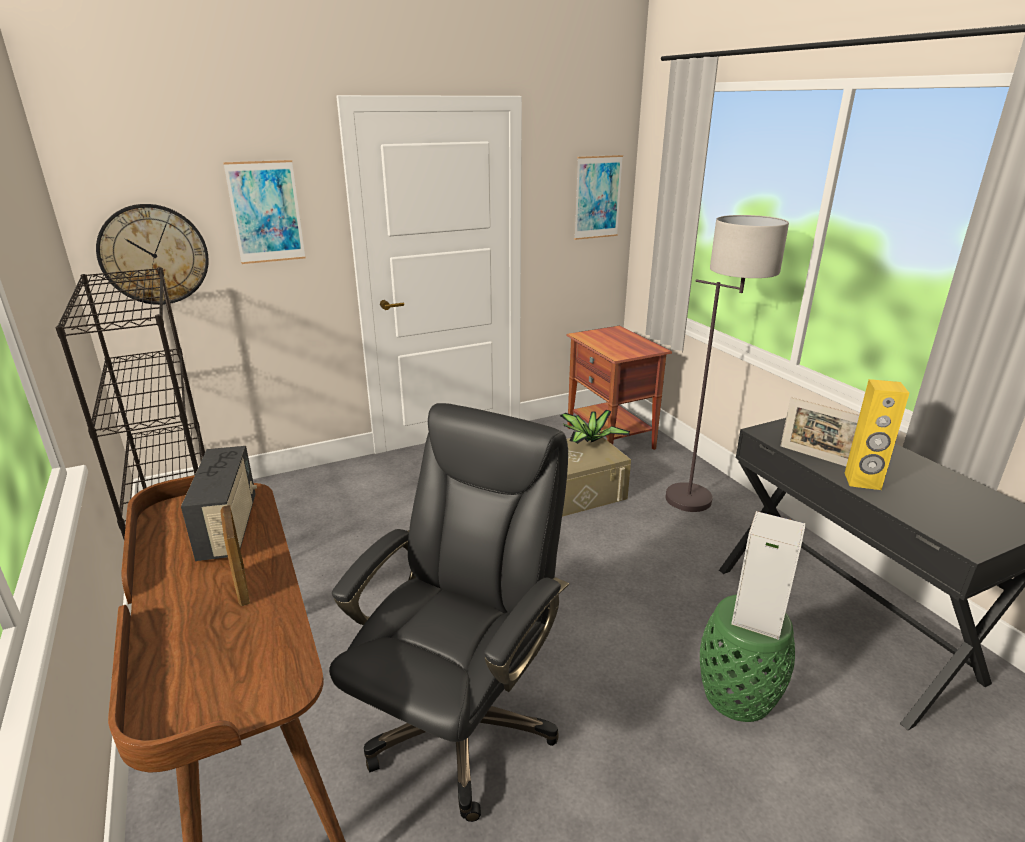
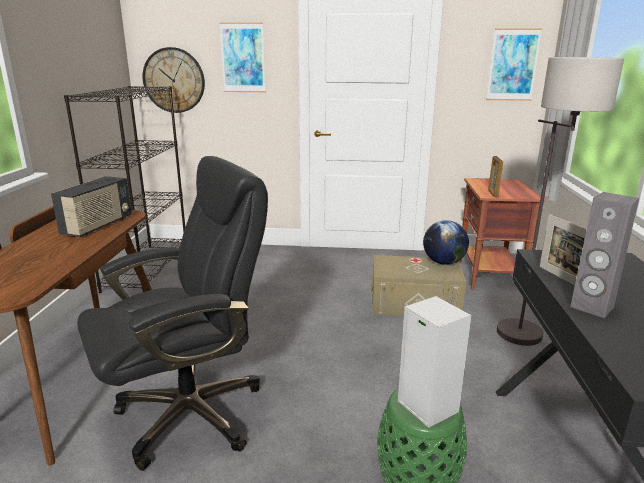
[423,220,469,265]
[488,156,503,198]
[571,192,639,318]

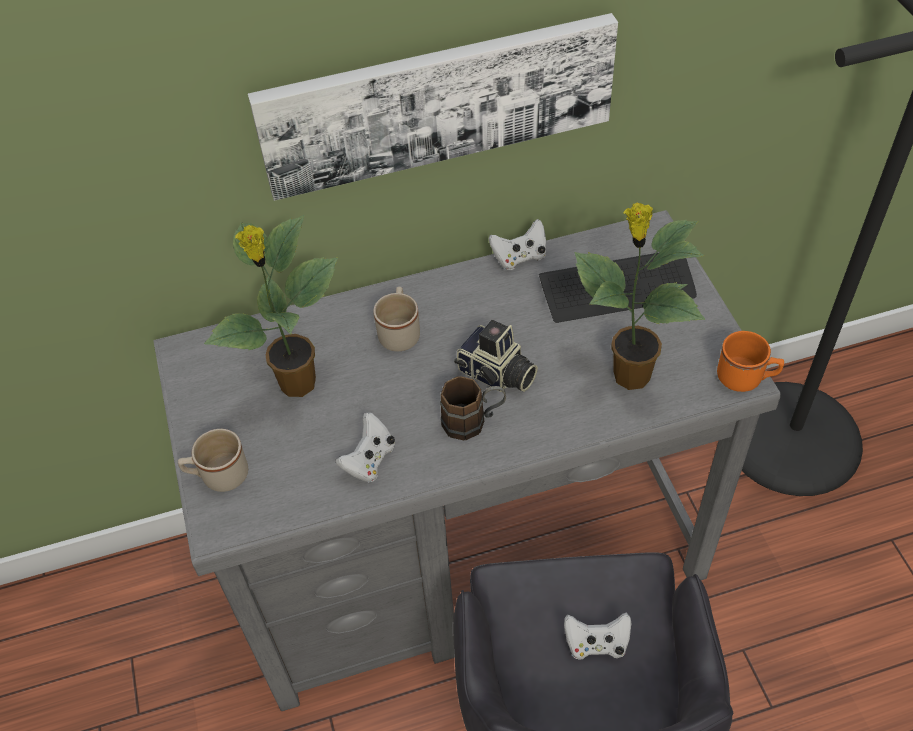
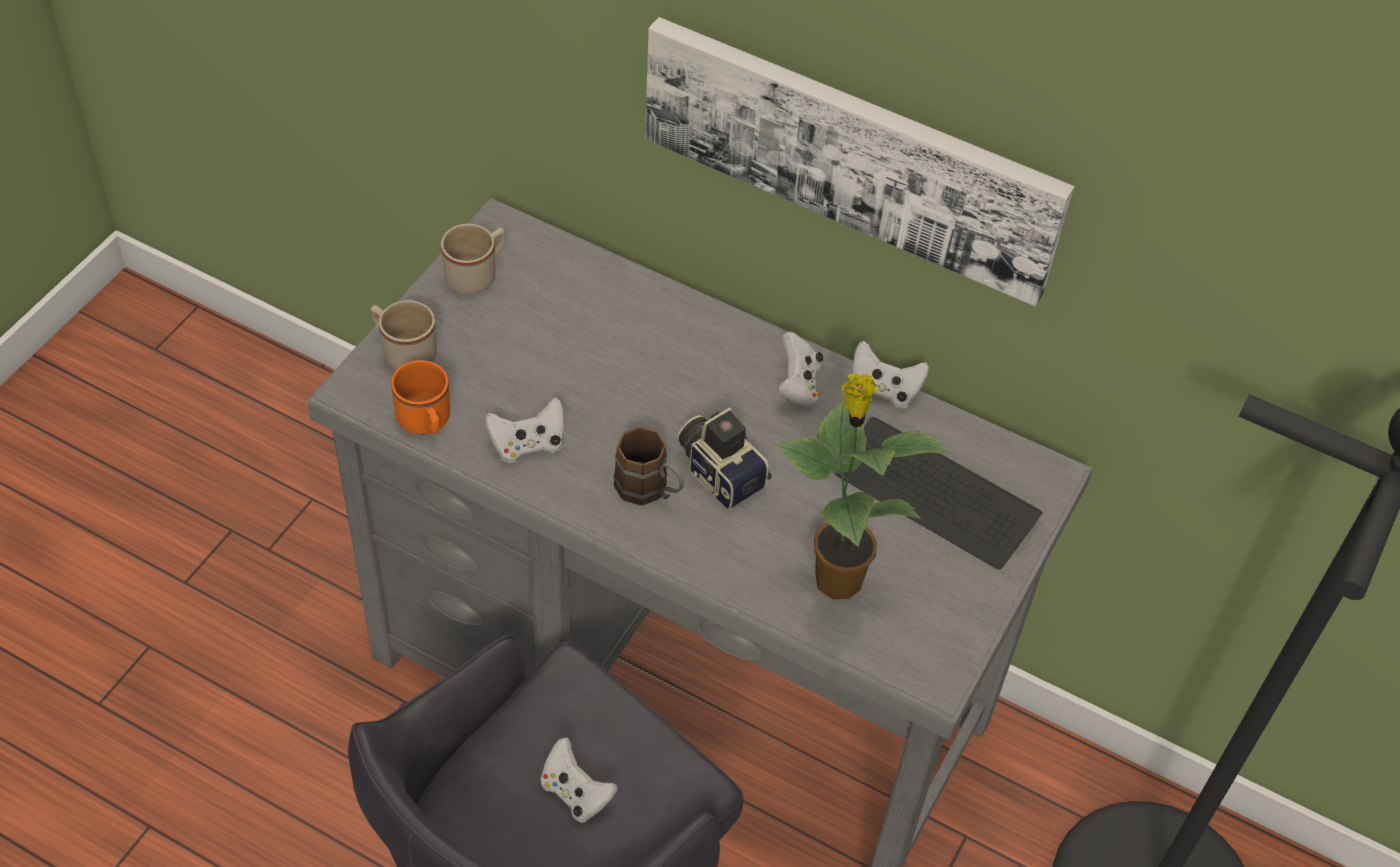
[391,360,450,434]
[441,224,505,294]
[677,407,772,510]
[778,332,823,407]
[204,215,338,397] (first image)

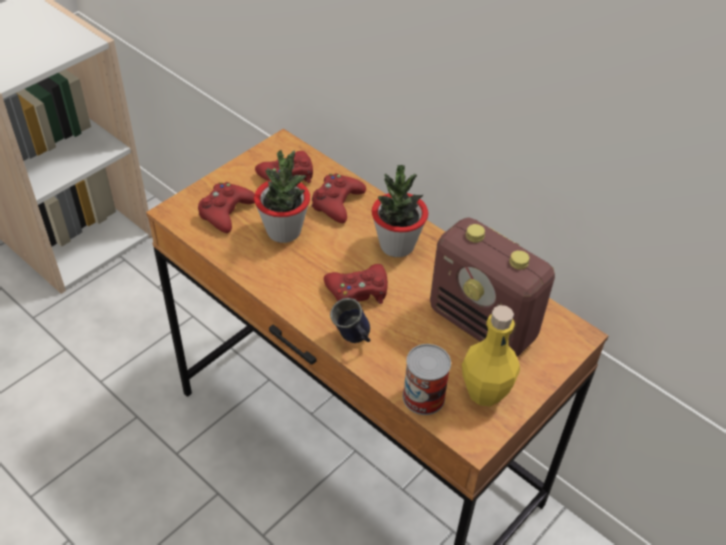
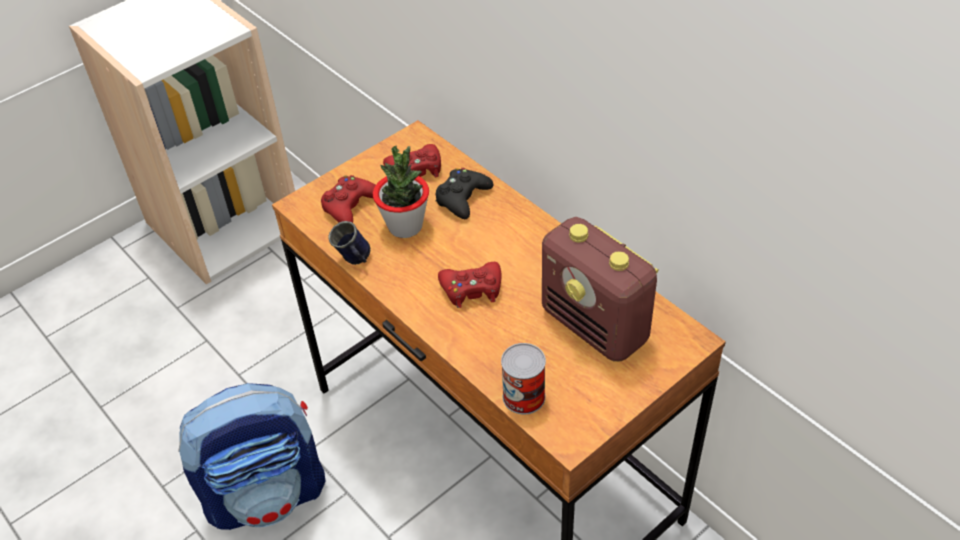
[178,383,325,530]
[328,221,370,265]
[435,168,493,219]
[372,165,428,257] (first image)
[462,305,520,406] (first image)

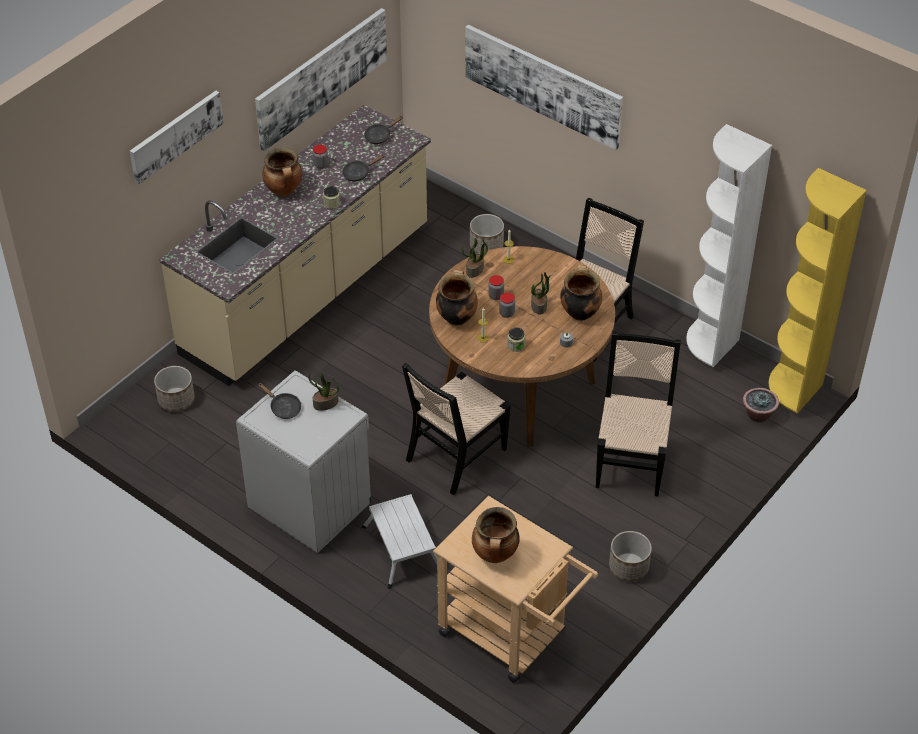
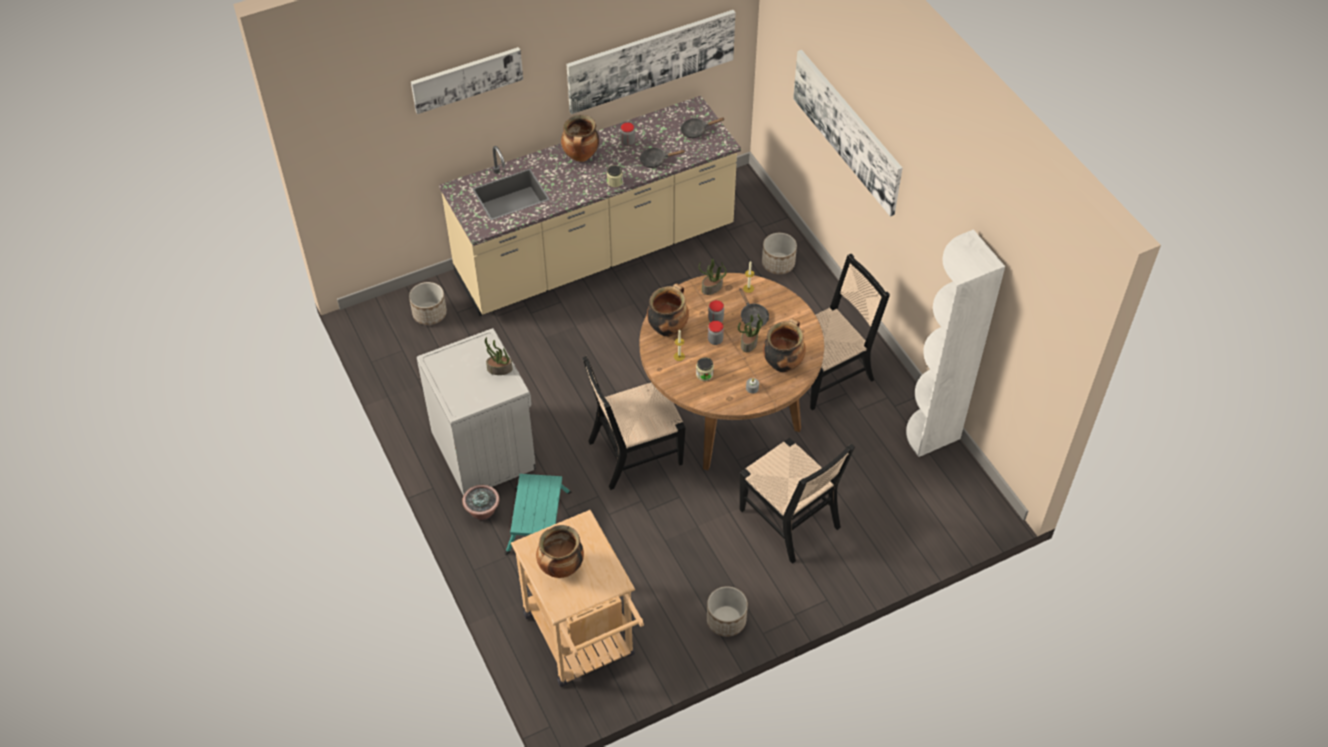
[462,485,500,520]
[504,474,572,555]
[739,288,769,328]
[740,438,855,564]
[769,168,867,414] (first image)

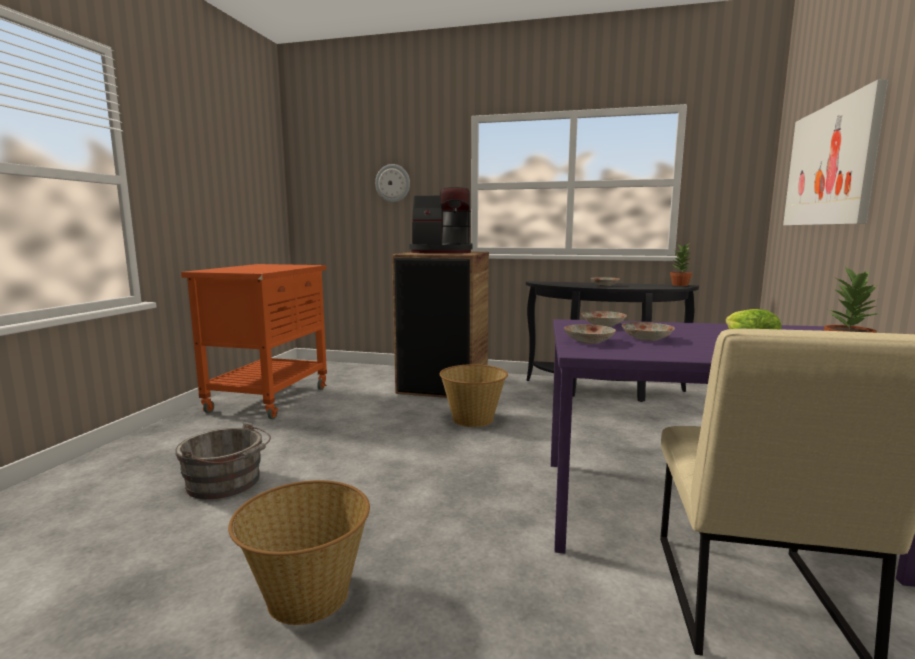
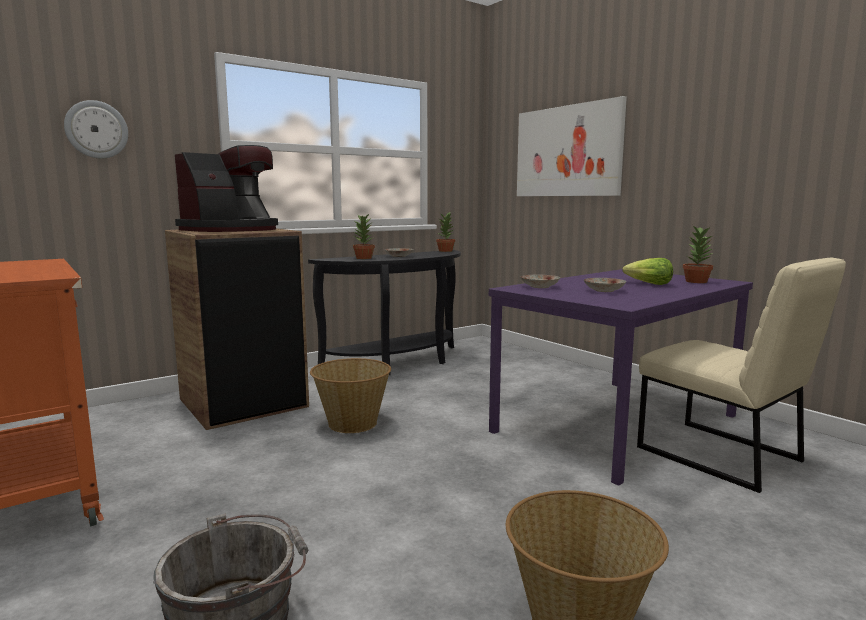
[353,213,375,259]
[564,324,616,344] (first image)

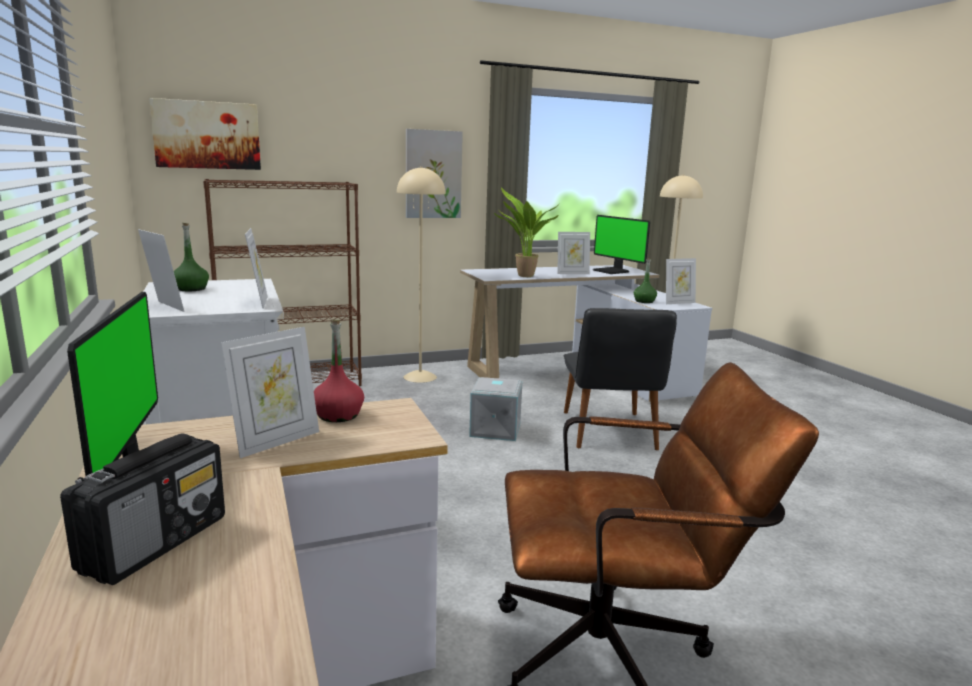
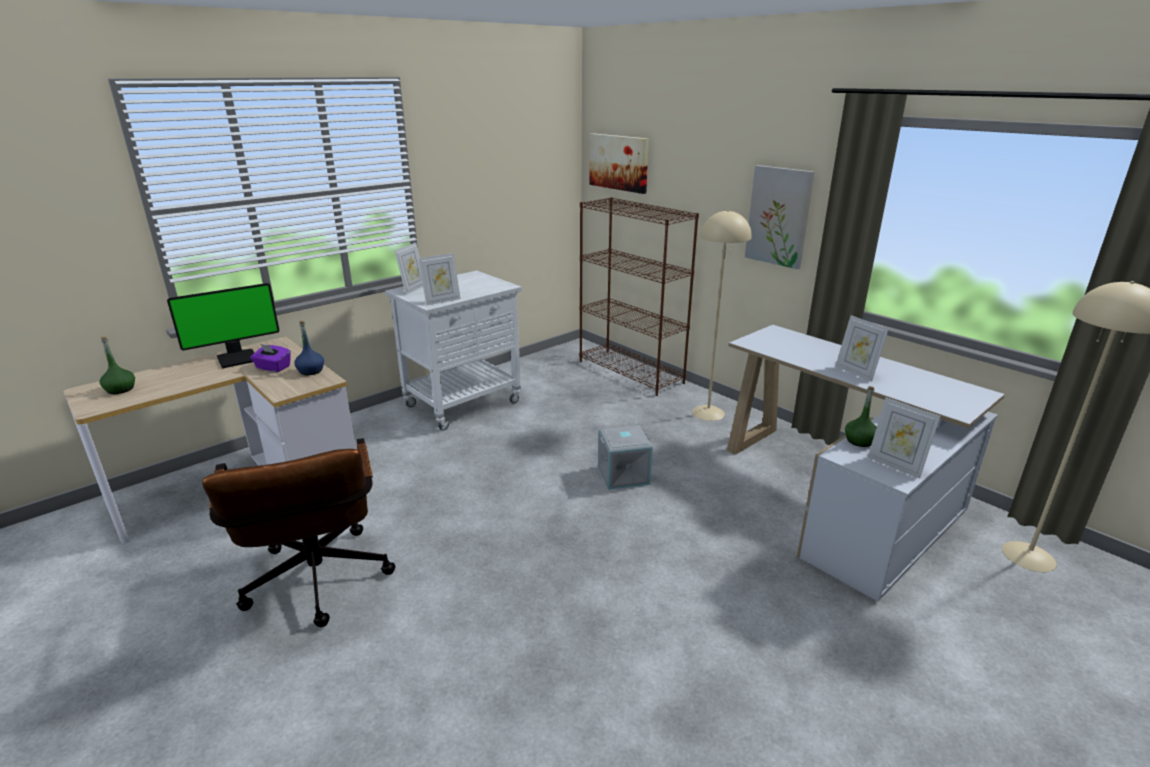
[100,336,135,394]
[250,344,291,372]
[294,321,324,375]
[60,434,225,585] (first image)
[494,187,560,277] (first image)
[564,308,677,450] (first image)
[593,215,650,274] (first image)

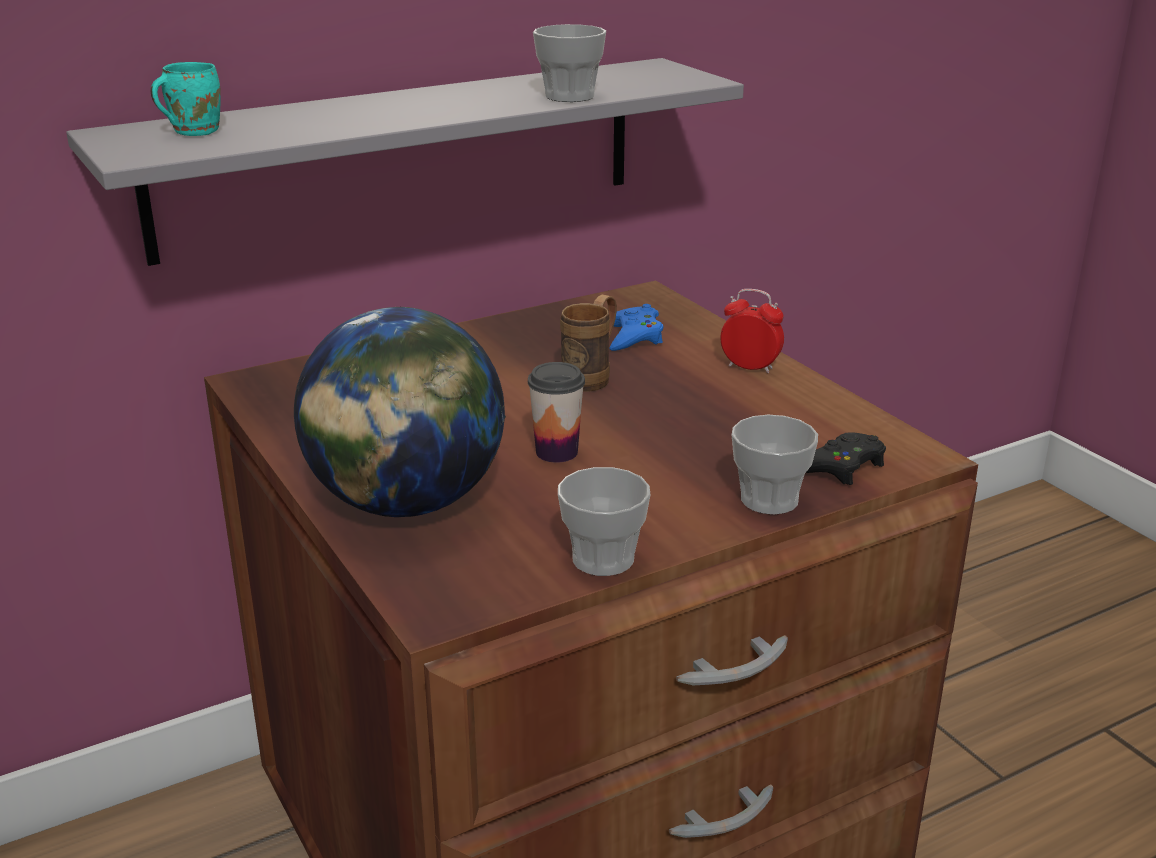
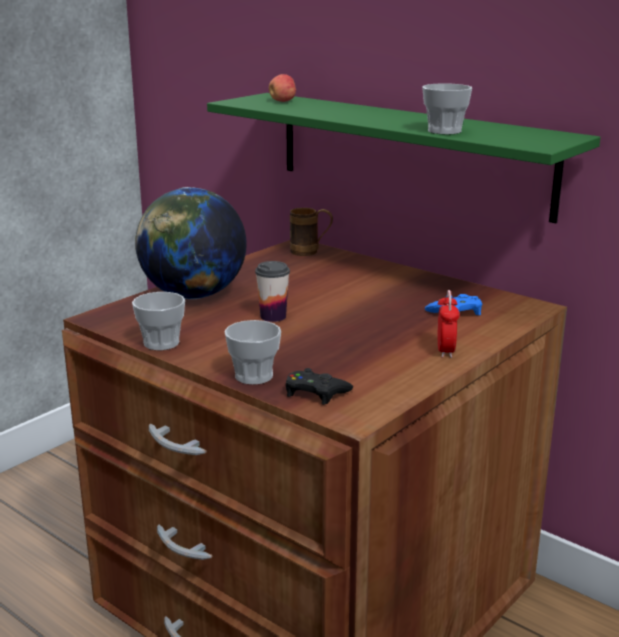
[207,93,601,223]
[269,74,296,102]
[290,208,333,256]

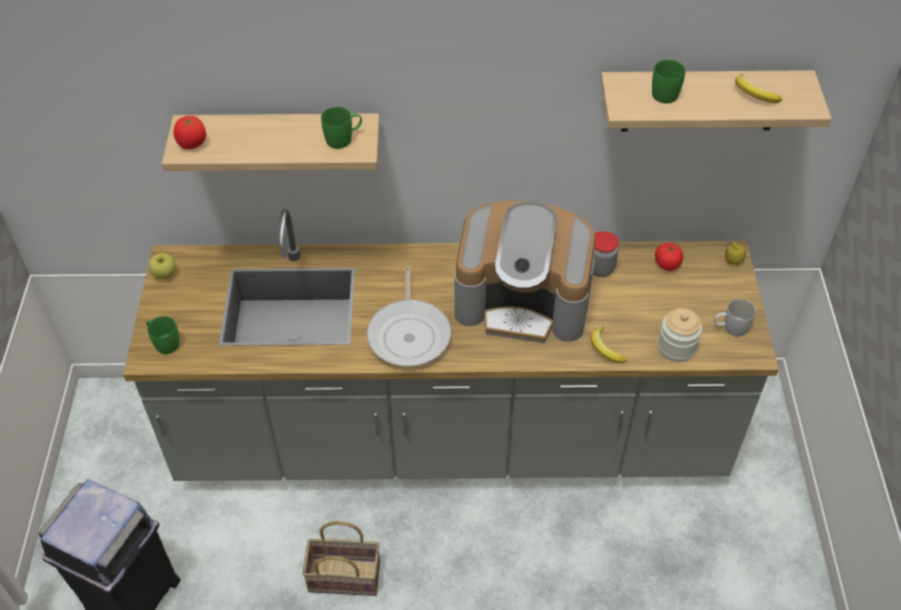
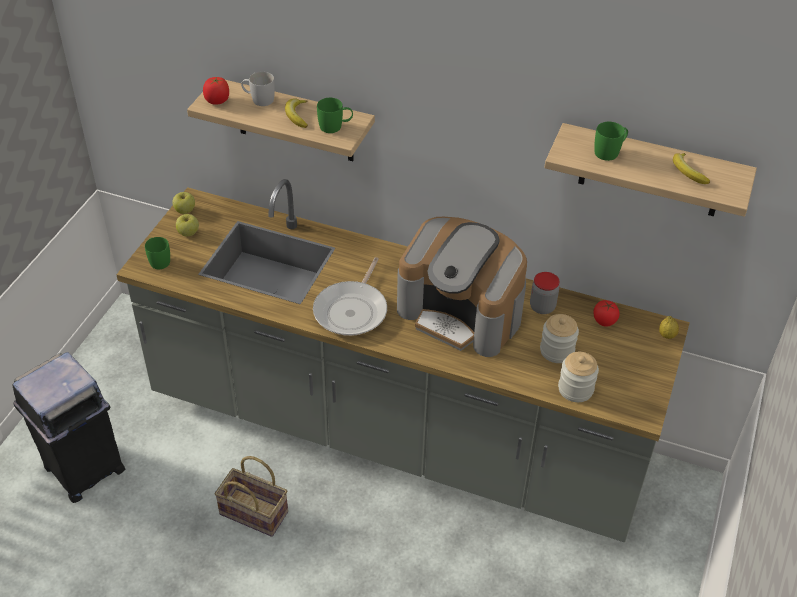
[176,214,199,237]
[241,71,275,106]
[285,98,308,128]
[540,314,579,363]

